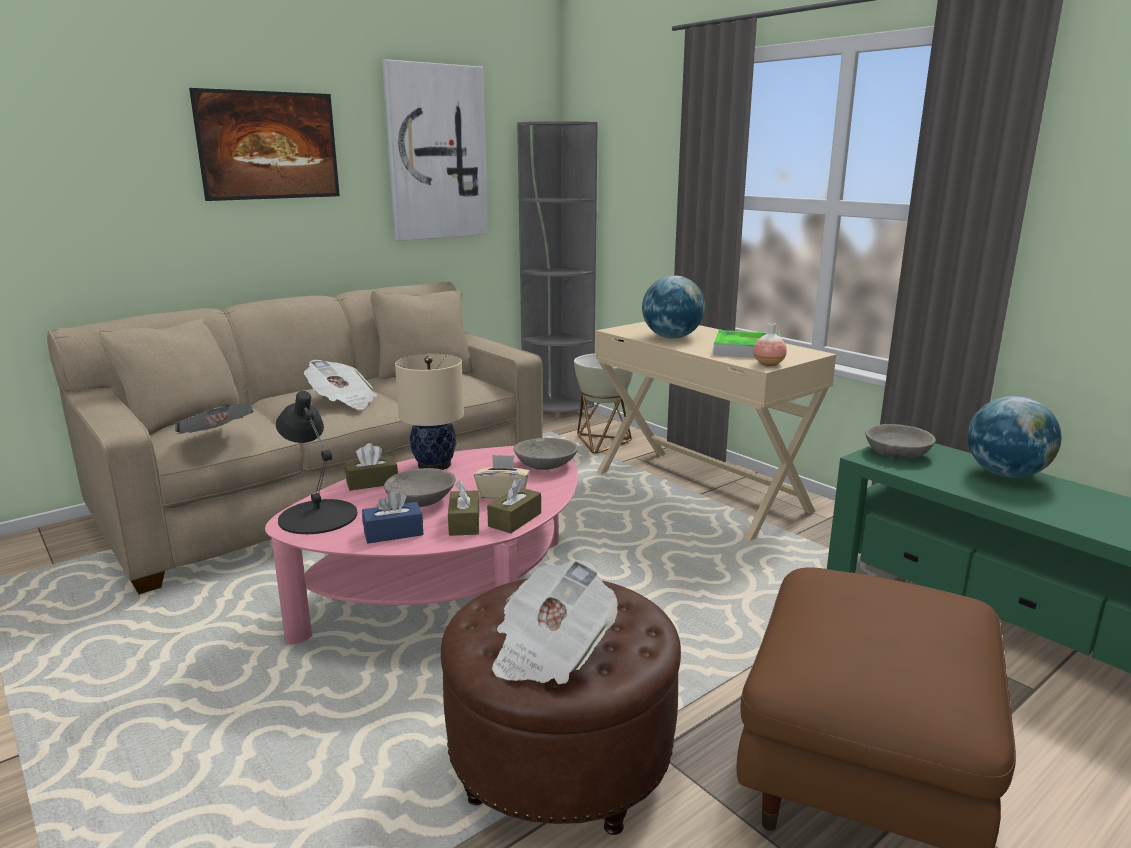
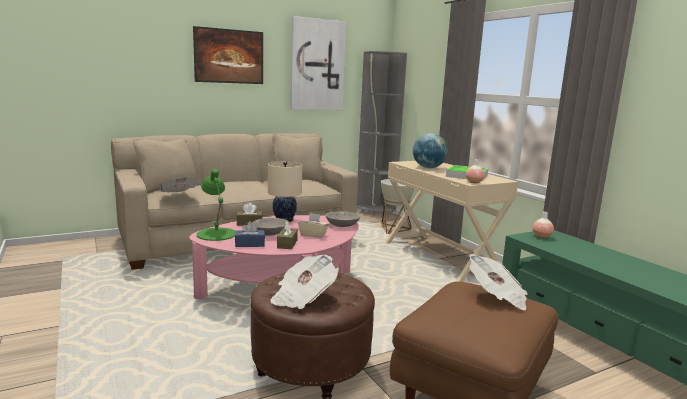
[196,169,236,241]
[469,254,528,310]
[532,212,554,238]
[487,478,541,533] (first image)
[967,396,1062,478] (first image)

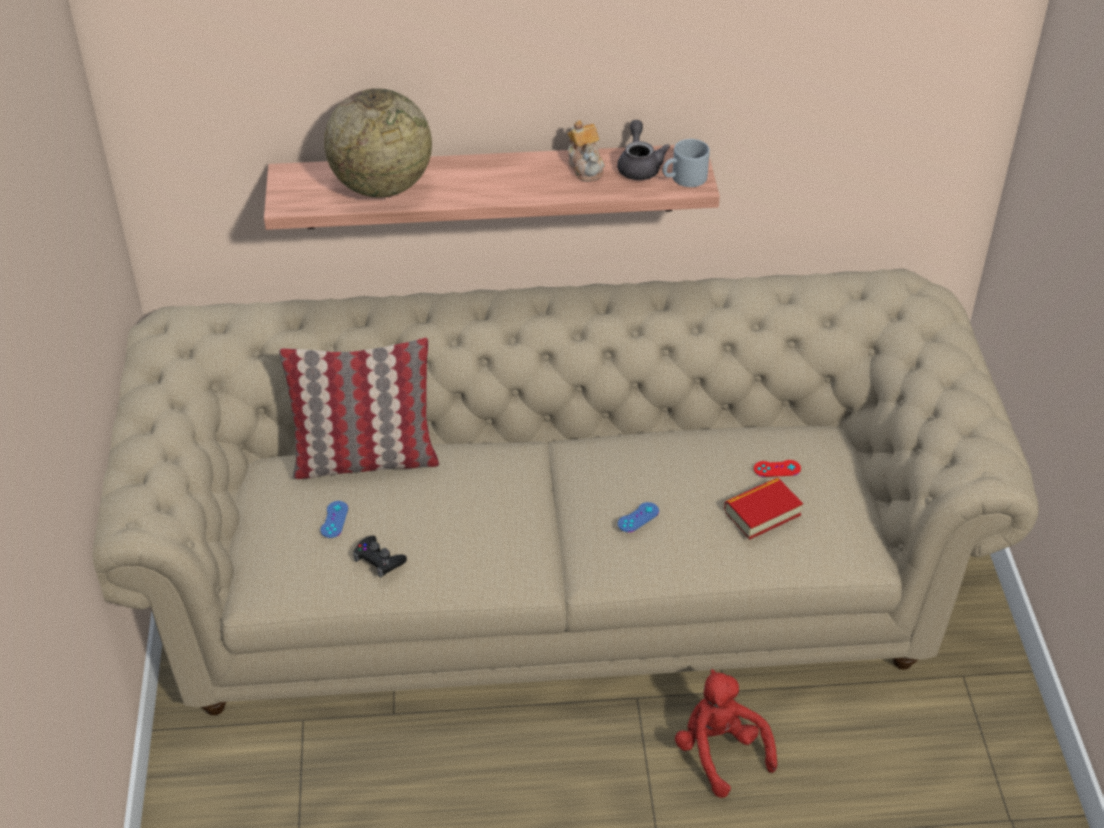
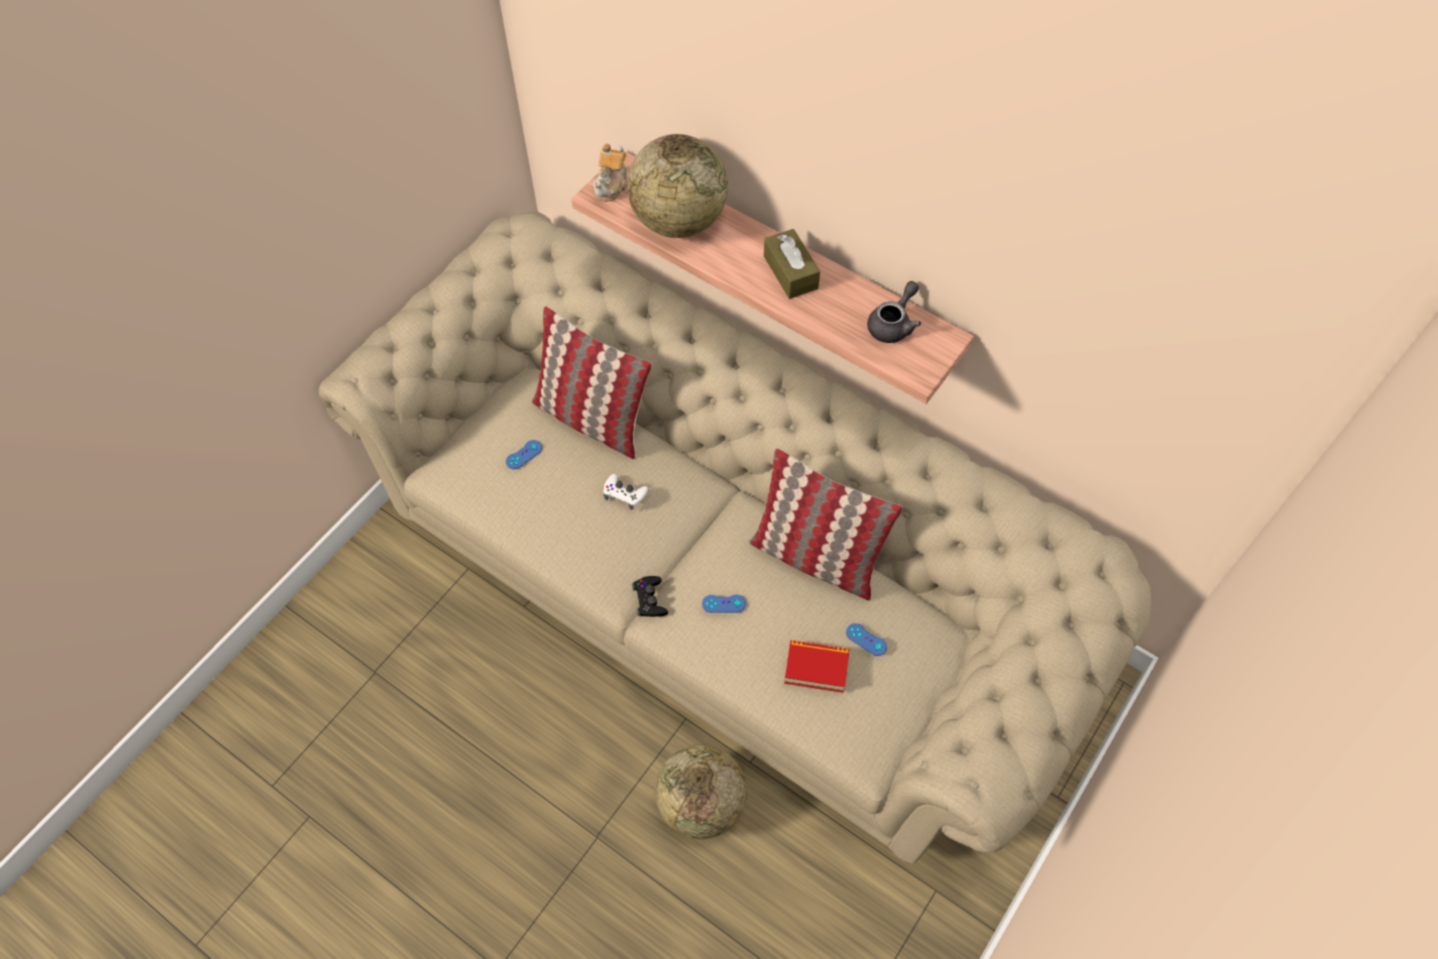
[593,144,627,202]
[603,474,648,510]
[632,576,668,617]
[655,744,747,839]
[749,448,903,600]
[764,229,820,299]
[846,623,887,656]
[663,139,710,187] (first image)

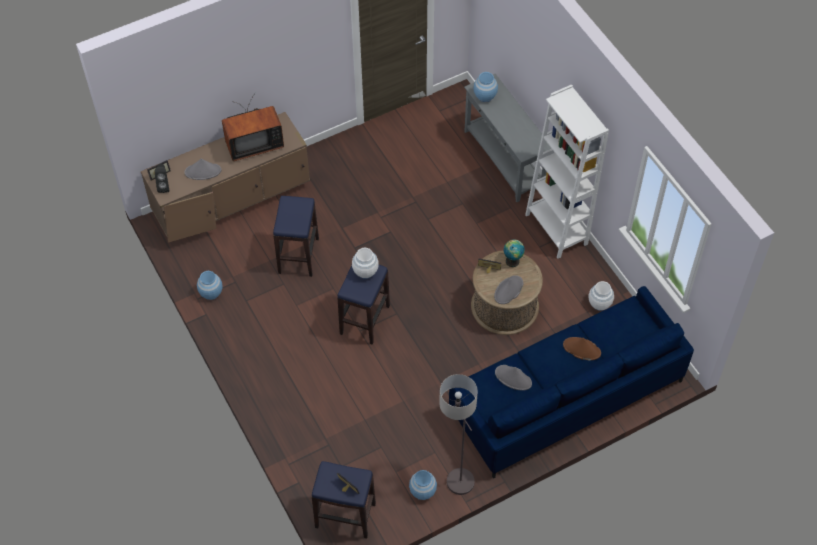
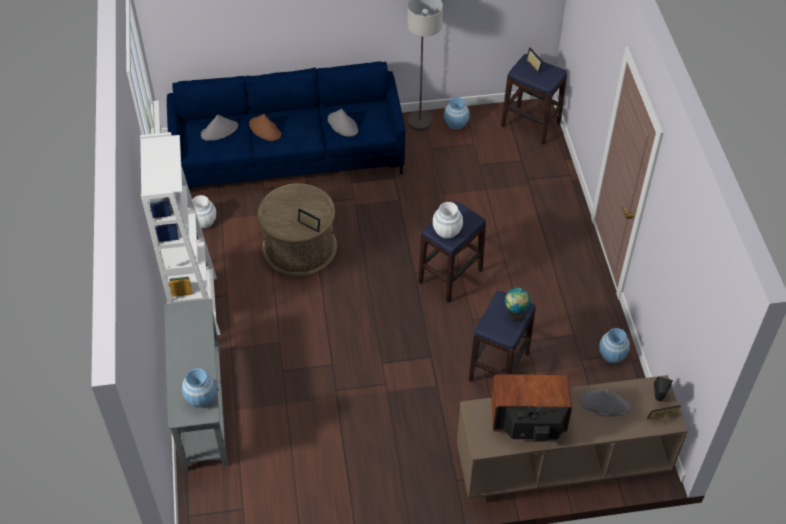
[201,115,238,141]
[505,288,531,321]

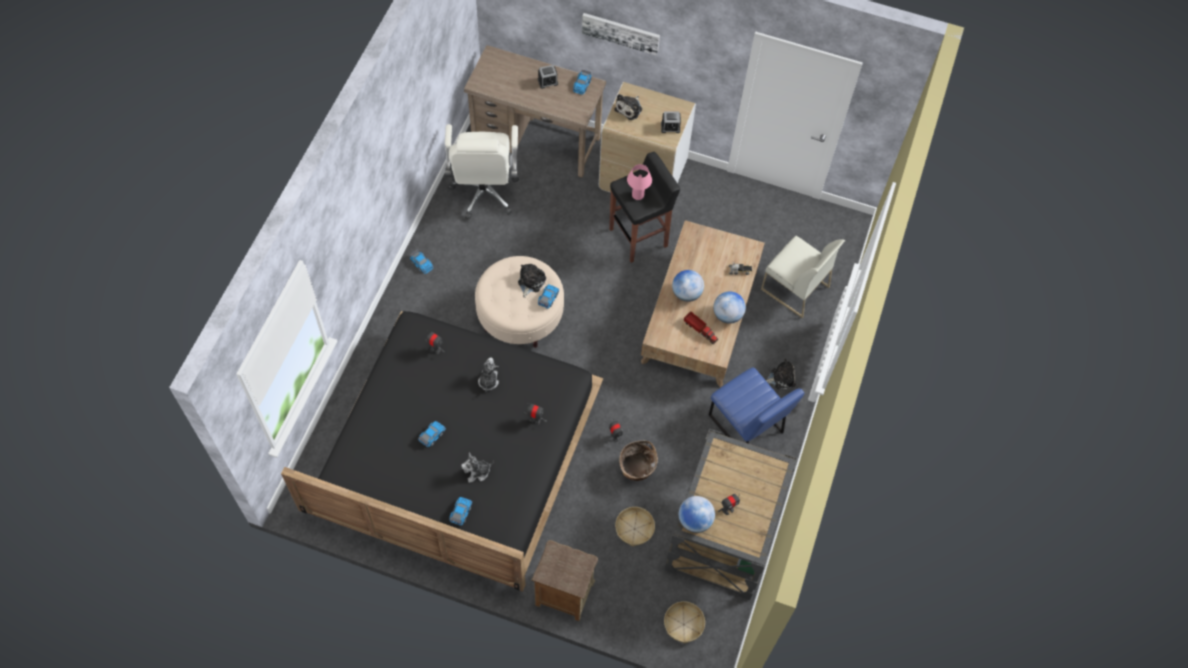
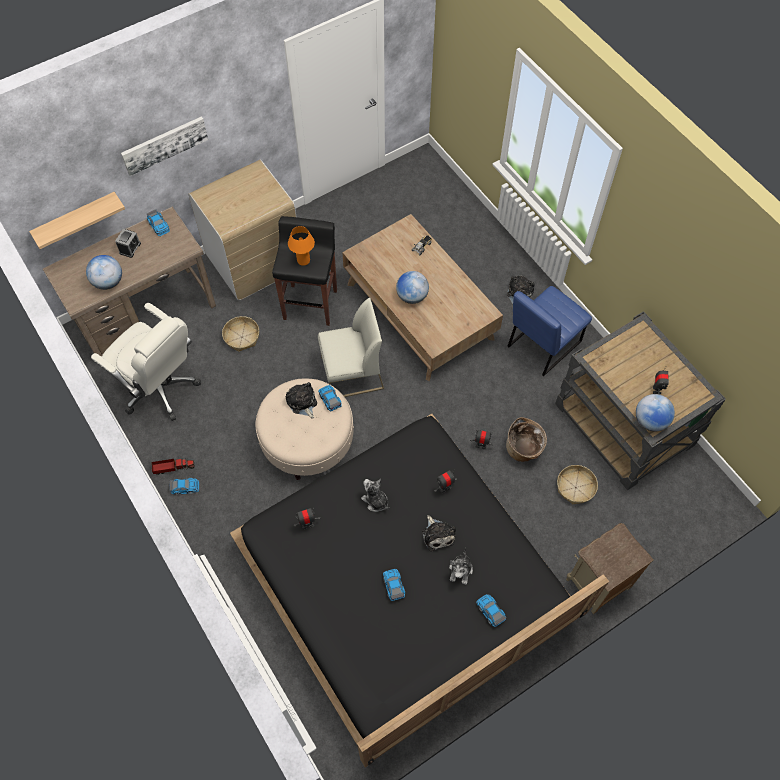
[29,192,125,249]
[86,255,122,290]
[151,458,195,475]
[222,316,259,352]
[288,226,315,266]
[318,298,384,397]
[422,515,456,551]
[508,286,592,376]
[661,111,681,133] (first image)

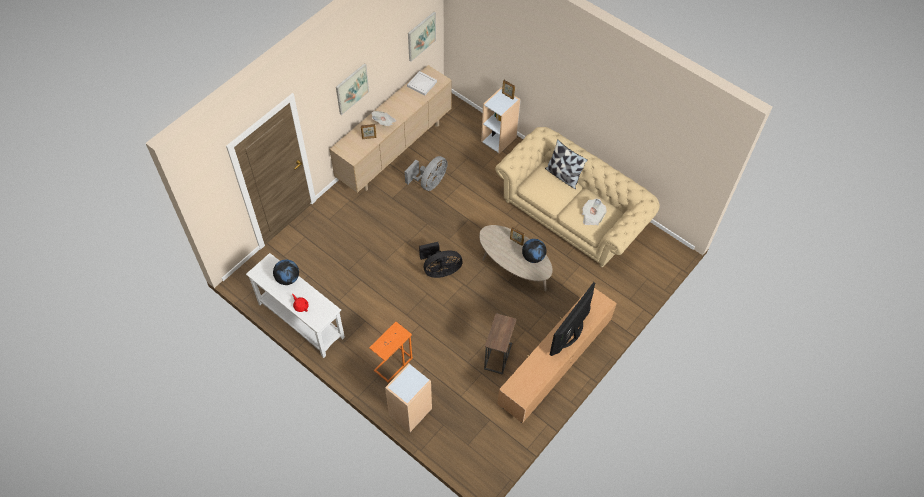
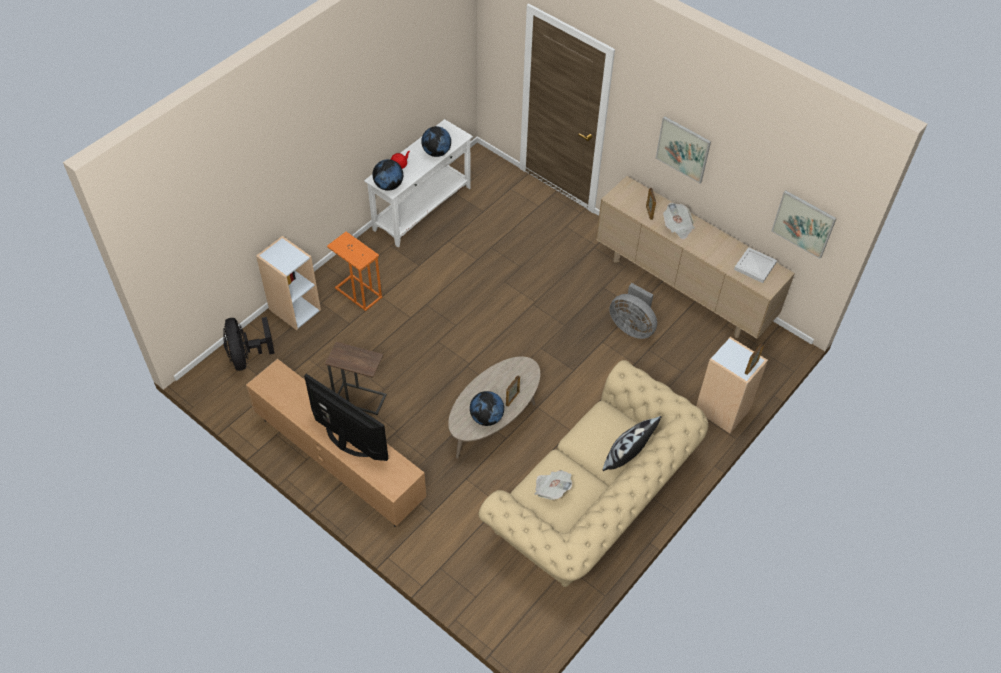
[223,317,275,371]
[372,159,403,191]

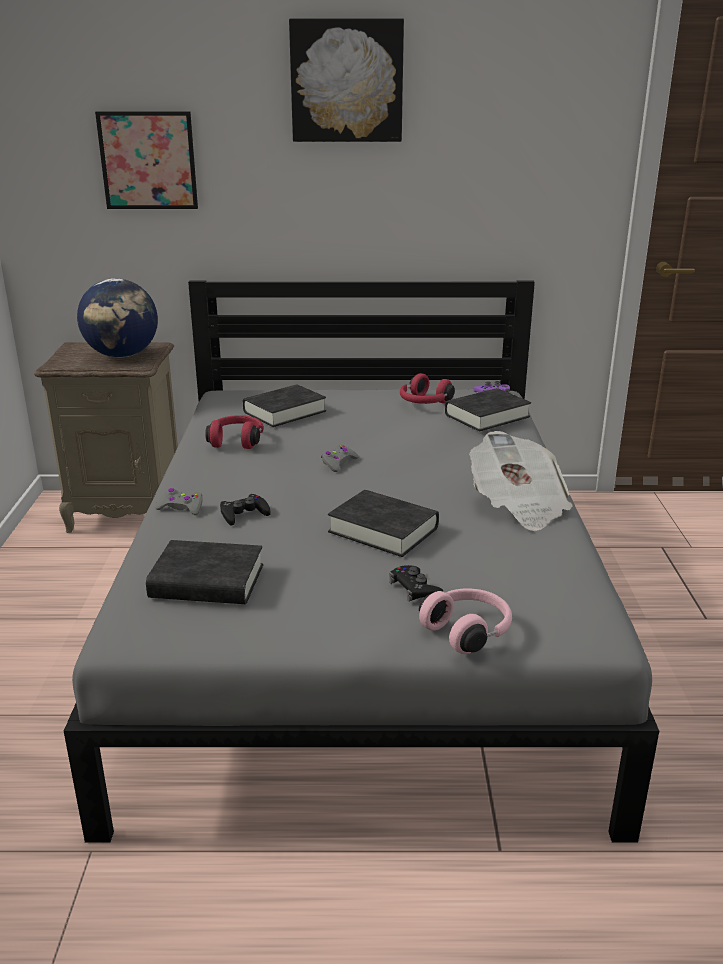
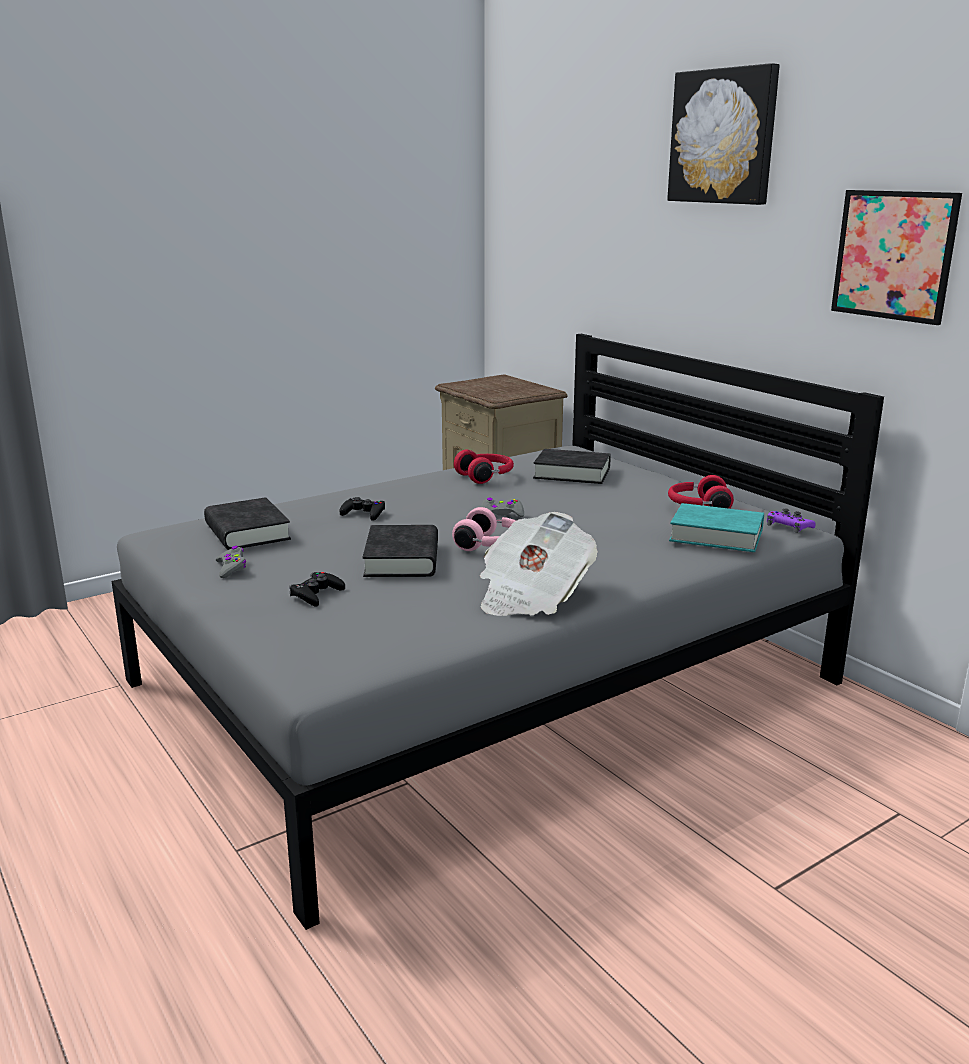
[216,546,246,578]
[452,507,516,551]
[669,503,764,552]
[831,190,962,325]
[77,278,158,358] (first image)

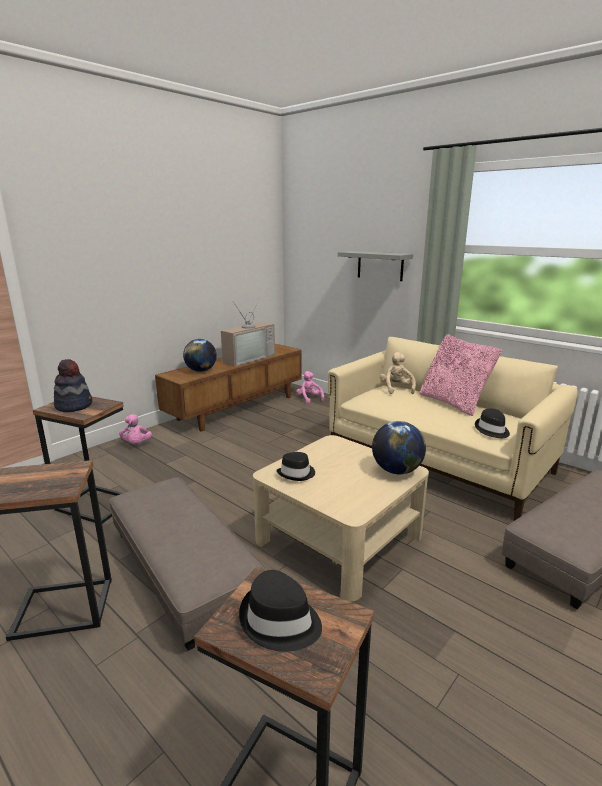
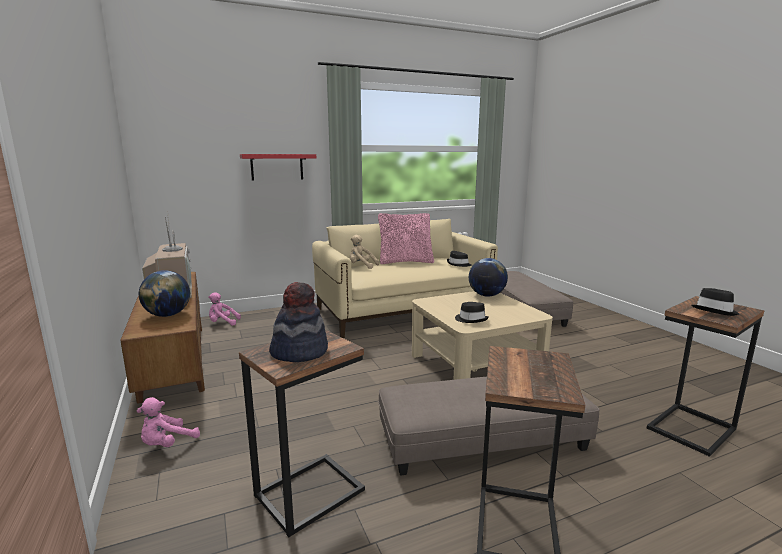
[137,397,200,447]
[240,154,316,181]

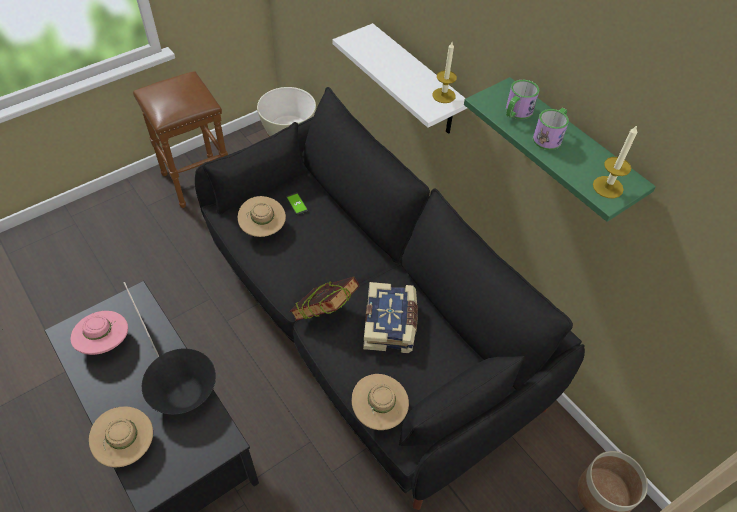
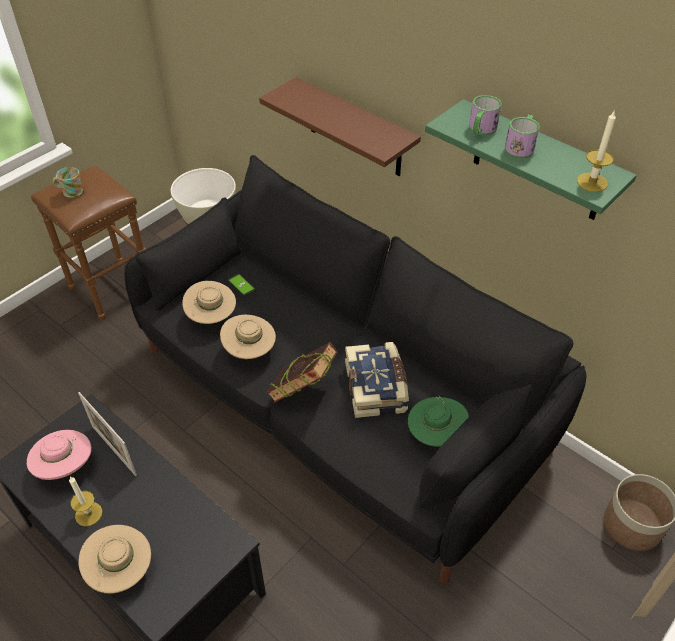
[53,167,83,198]
[69,477,102,526]
[220,315,276,359]
[259,77,421,176]
[408,396,469,447]
[142,348,216,415] (first image)

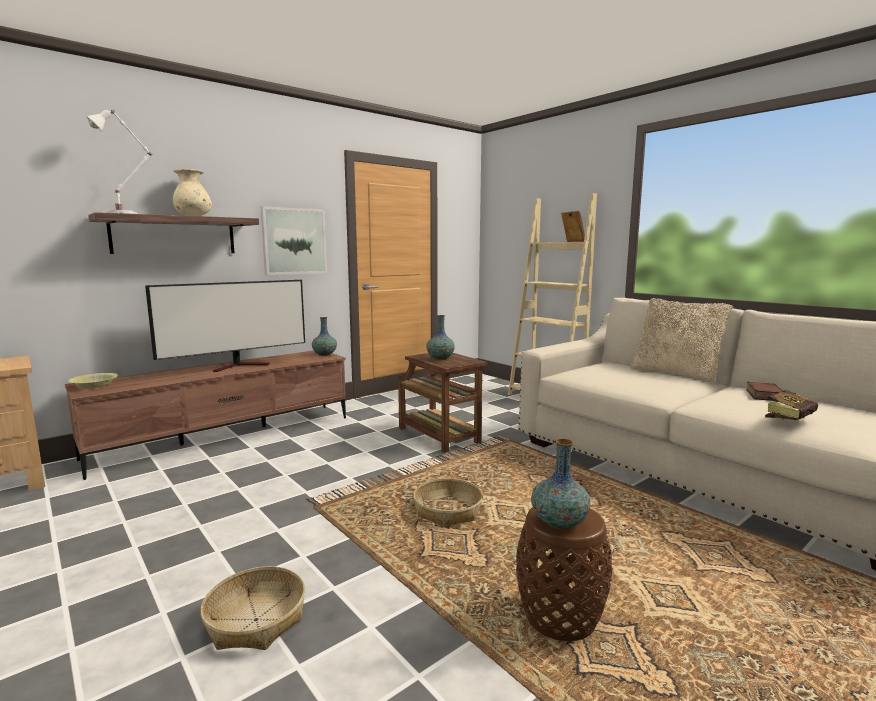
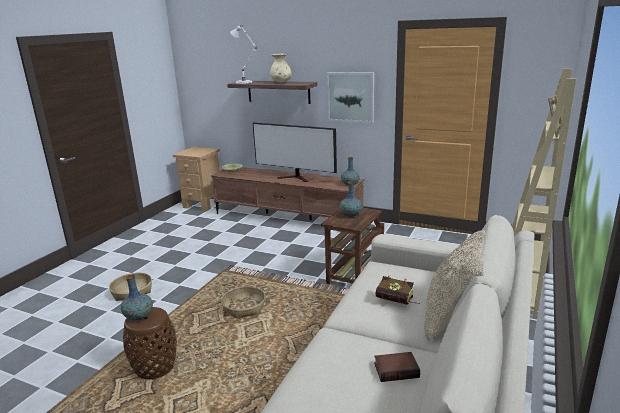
[376,275,420,305]

